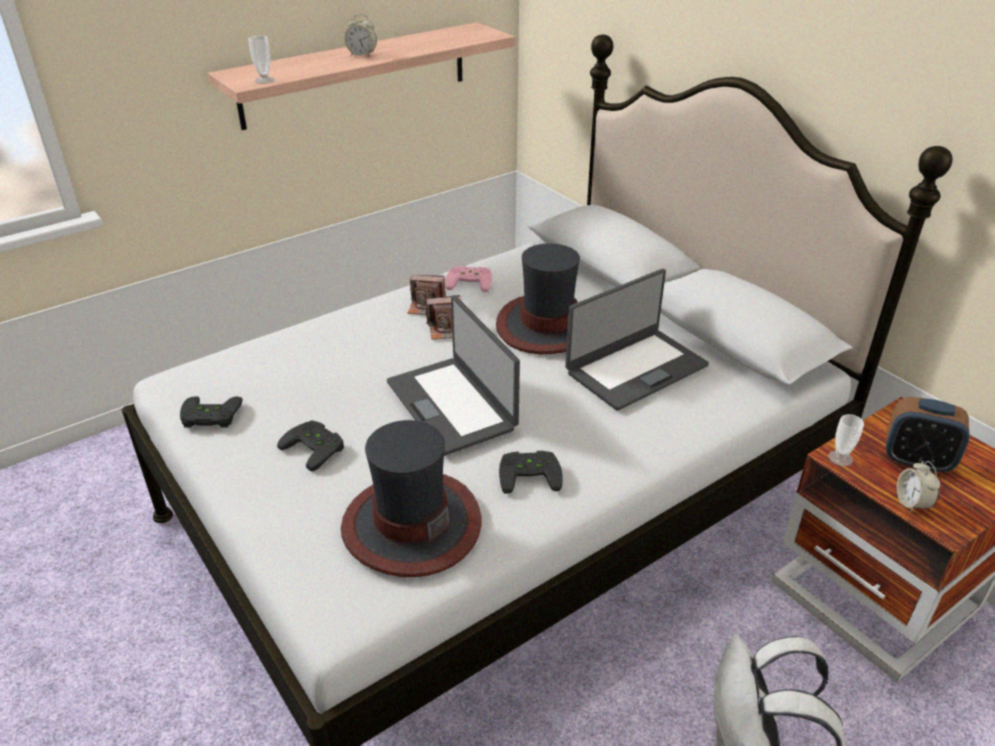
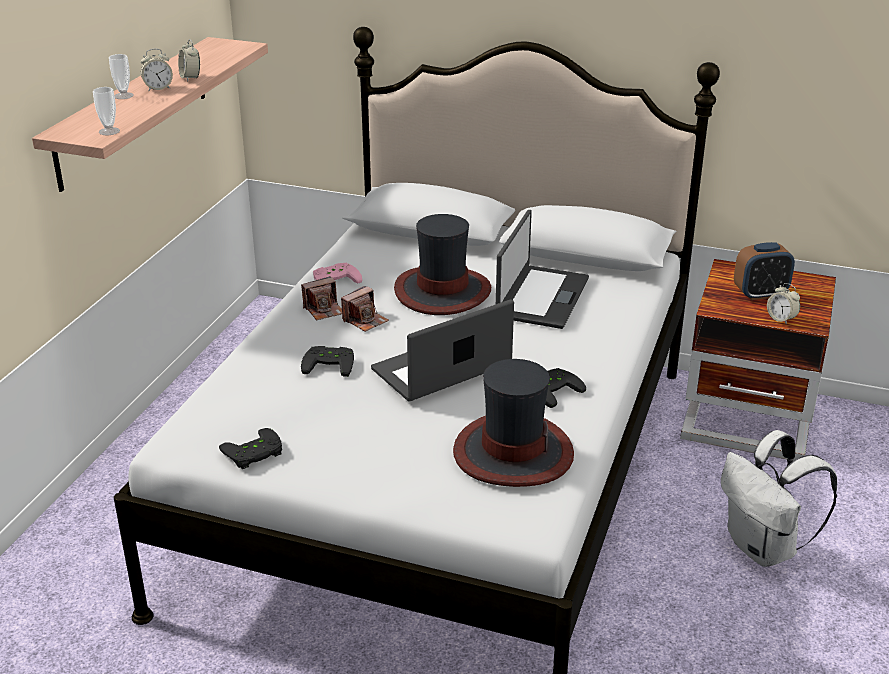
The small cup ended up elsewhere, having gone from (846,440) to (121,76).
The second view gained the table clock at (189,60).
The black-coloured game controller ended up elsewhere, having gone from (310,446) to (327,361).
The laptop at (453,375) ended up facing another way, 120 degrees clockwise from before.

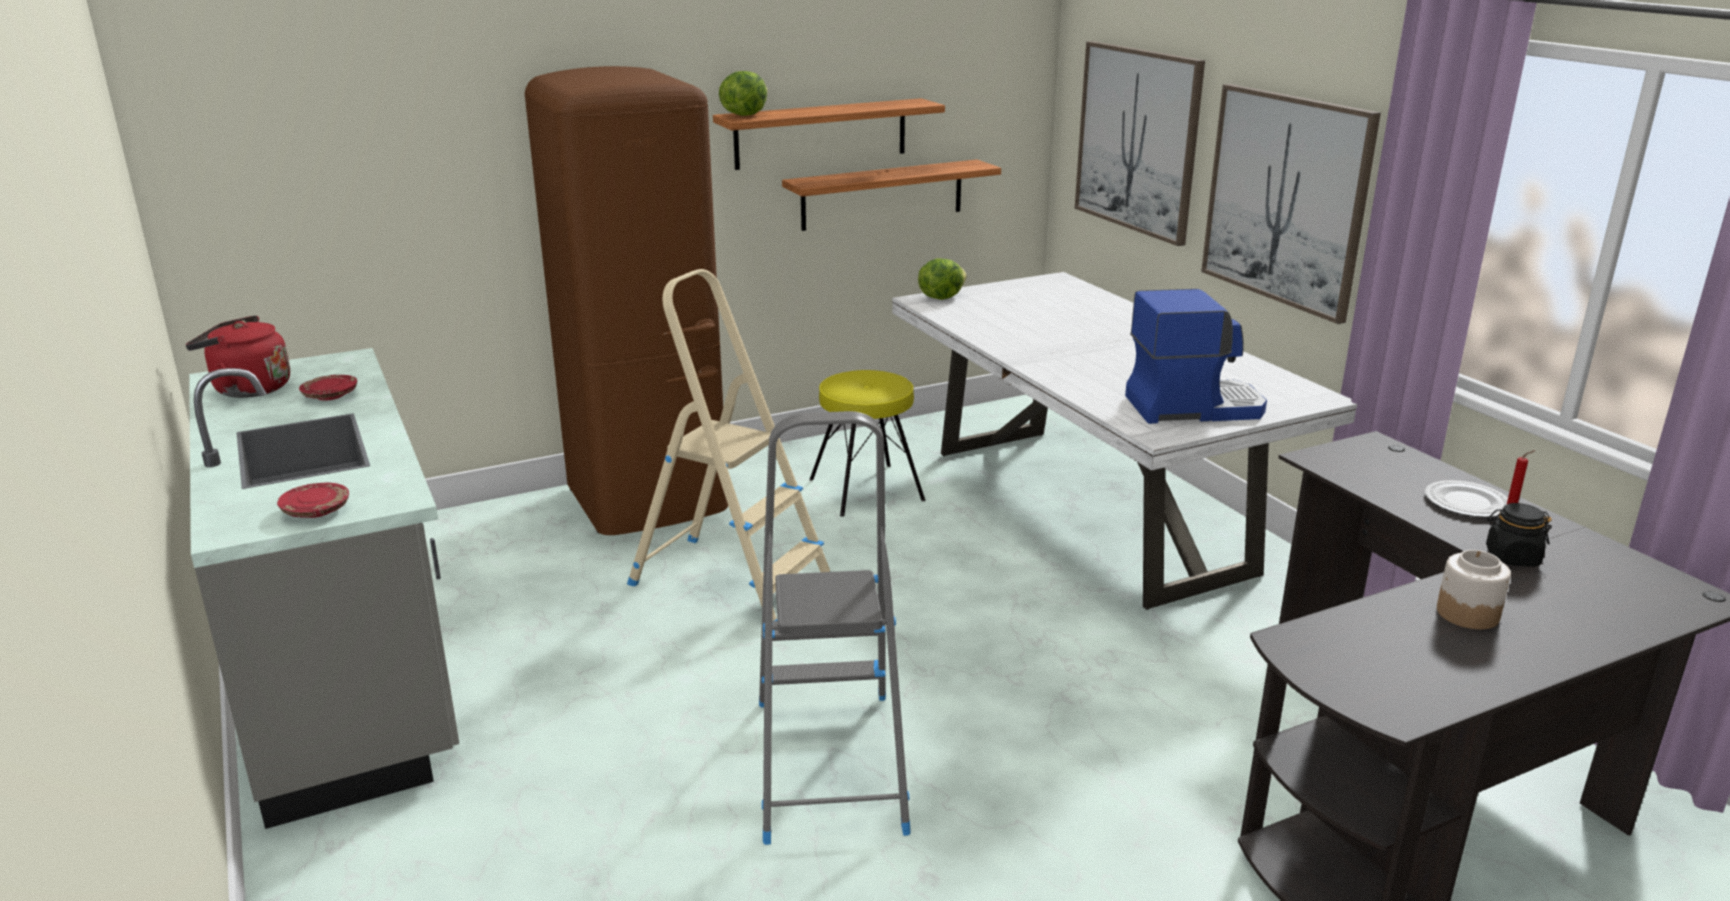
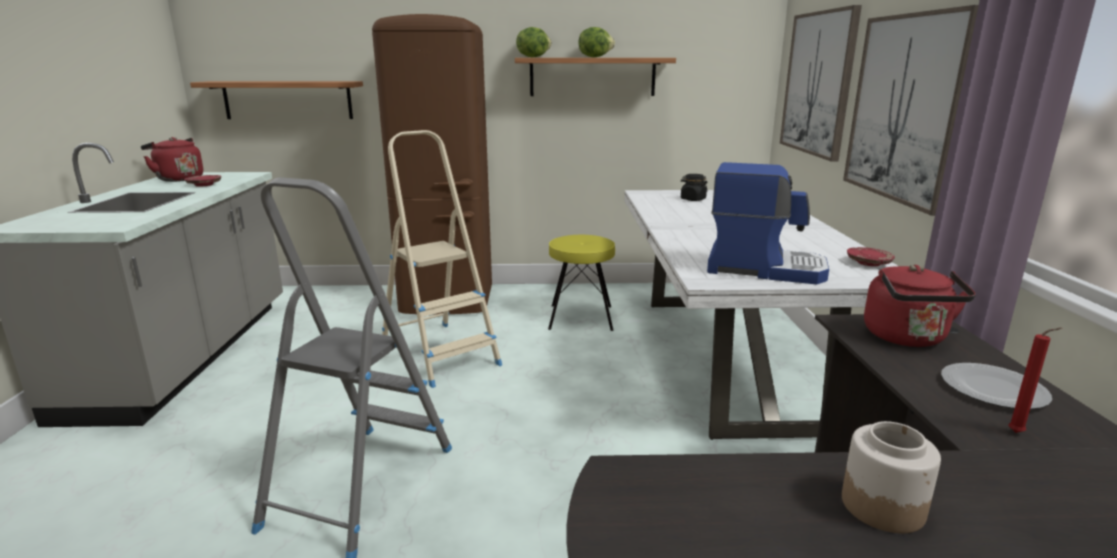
The shelf ended up elsewhere, having gone from (891,195) to (276,100).
The lettuce head ended up elsewhere, having gone from (942,279) to (597,42).
The black-coloured jar ended up elsewhere, having gone from (1519,534) to (694,187).
The red-coloured flat dish ended up elsewhere, having gone from (313,500) to (871,256).
The second view gained the red-coloured kettle at (920,306).

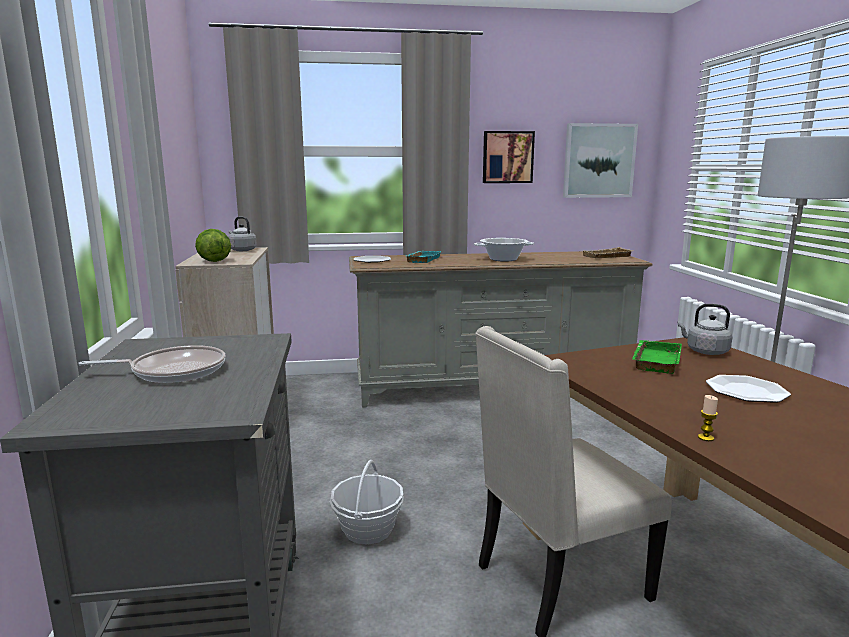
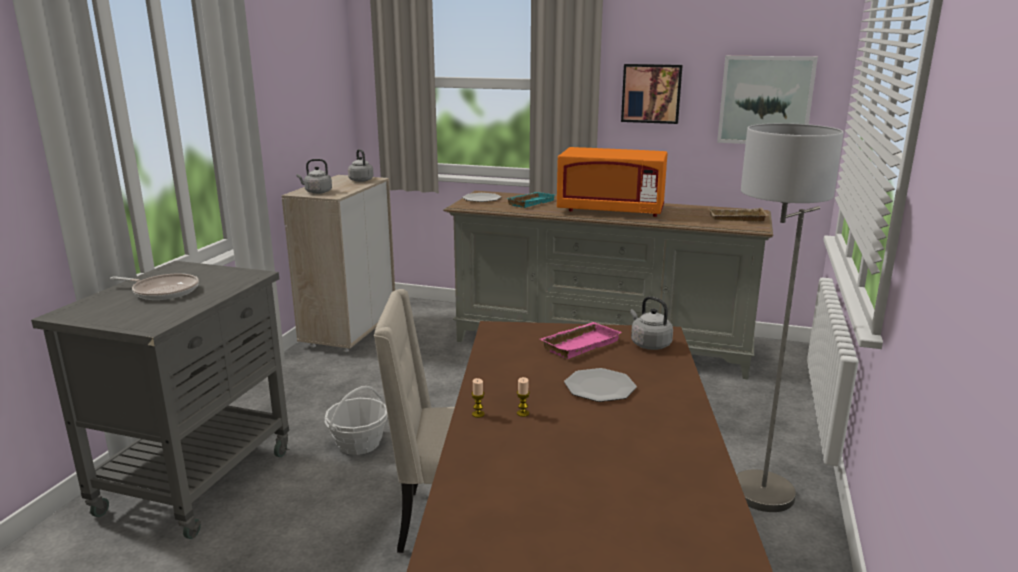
Where the lettuce head stood at (213,245), the gray kettle came to stand at (314,176).
The second view gained the wax candle at (523,397).
What was the green-coloured carrying tray at (657,357) turned into the pinkish carrying tray at (581,340).
Where the saucepot stood at (504,250), the orange microwave oven came to stand at (612,182).

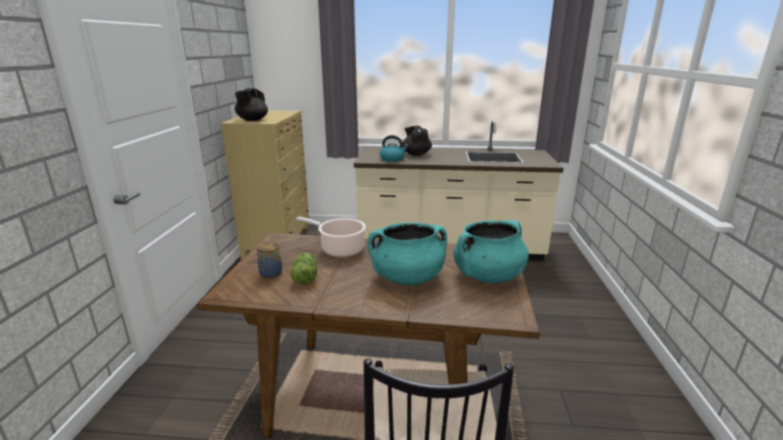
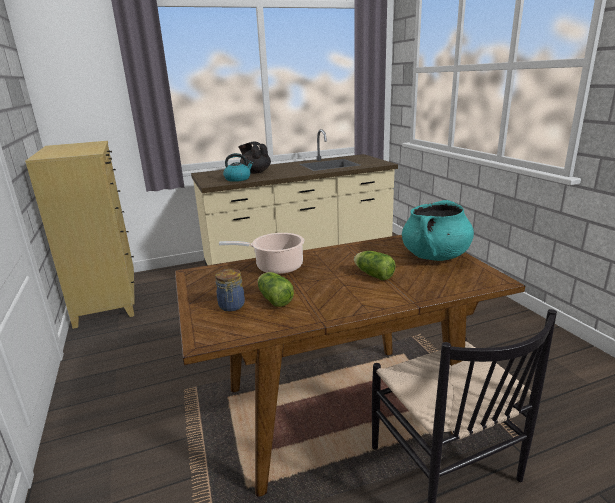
Where the blue-green saucepot stood at (407,254), the lettuce head came to stand at (374,265).
The second view lost the black-coloured teapot at (251,104).

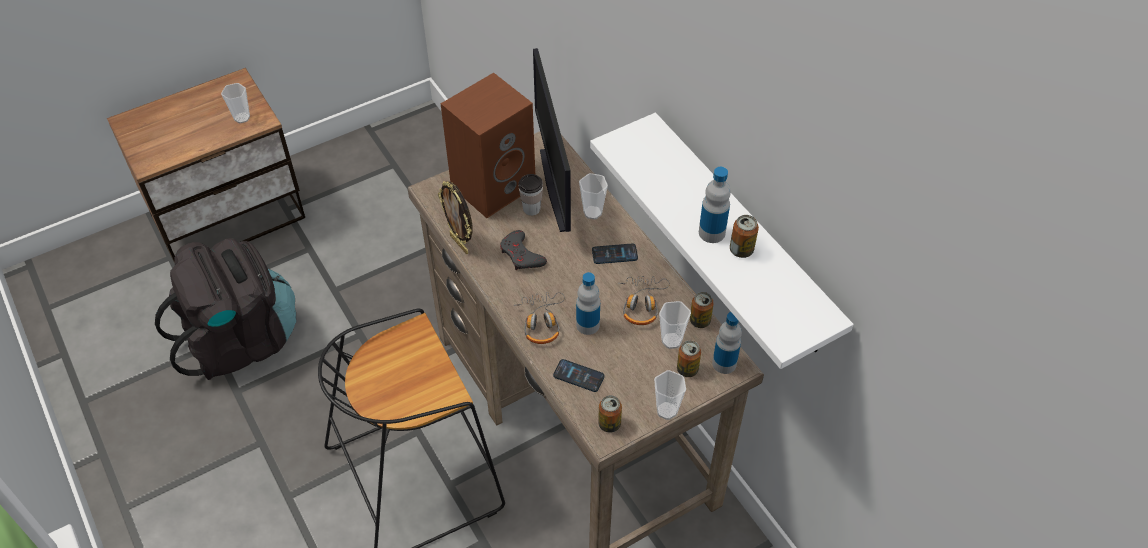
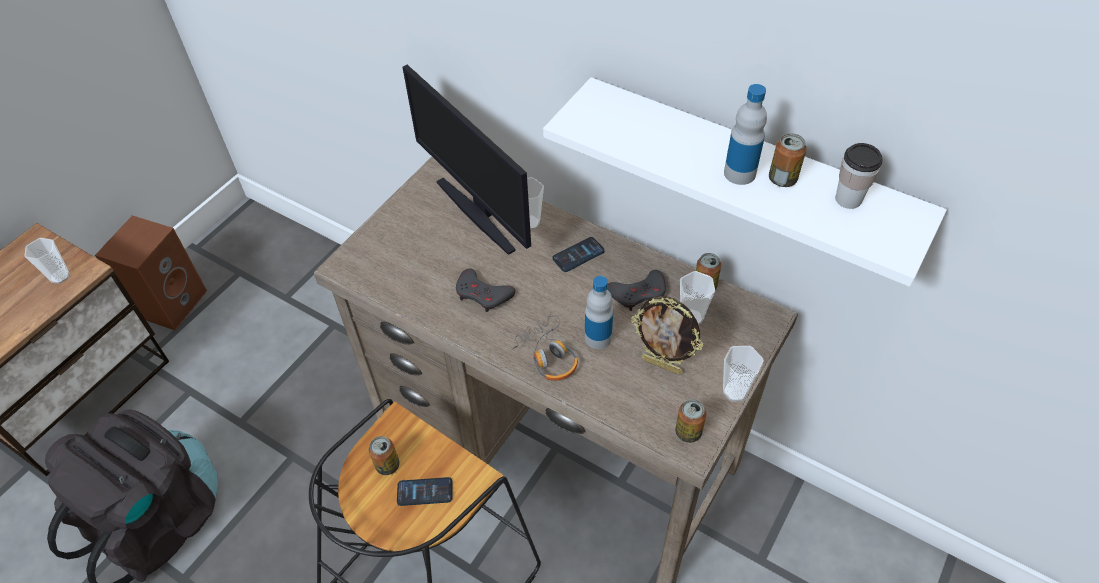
The brown loudspeaker ended up elsewhere, having gone from (488,145) to (151,272).
The sealed can ended up elsewhere, having gone from (689,359) to (384,455).
The handset ended up elsewhere, having gone from (579,375) to (424,491).
Where the pair of headphones stood at (644,300), the gray game controller came to stand at (636,290).
The picture frame ended up elsewhere, having gone from (455,217) to (667,335).
The small cup ended up elsewhere, having gone from (530,195) to (859,176).
The second view lost the bottle at (727,343).

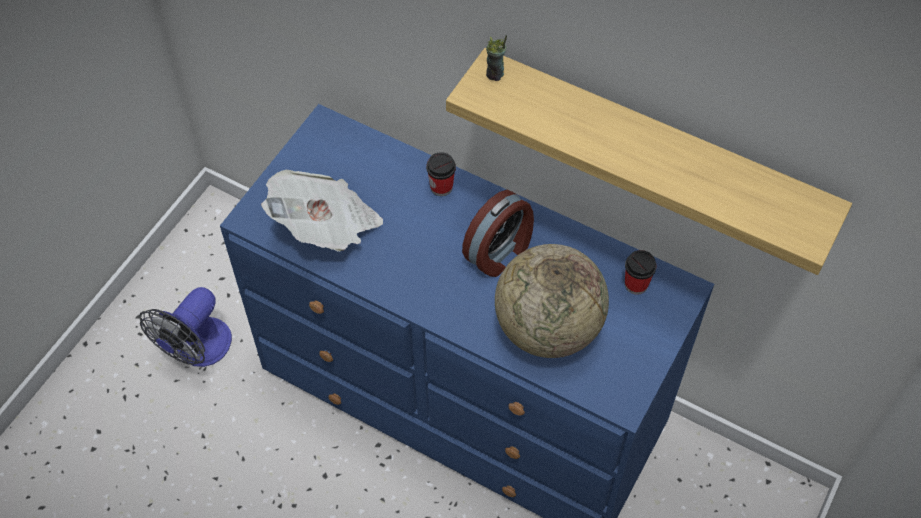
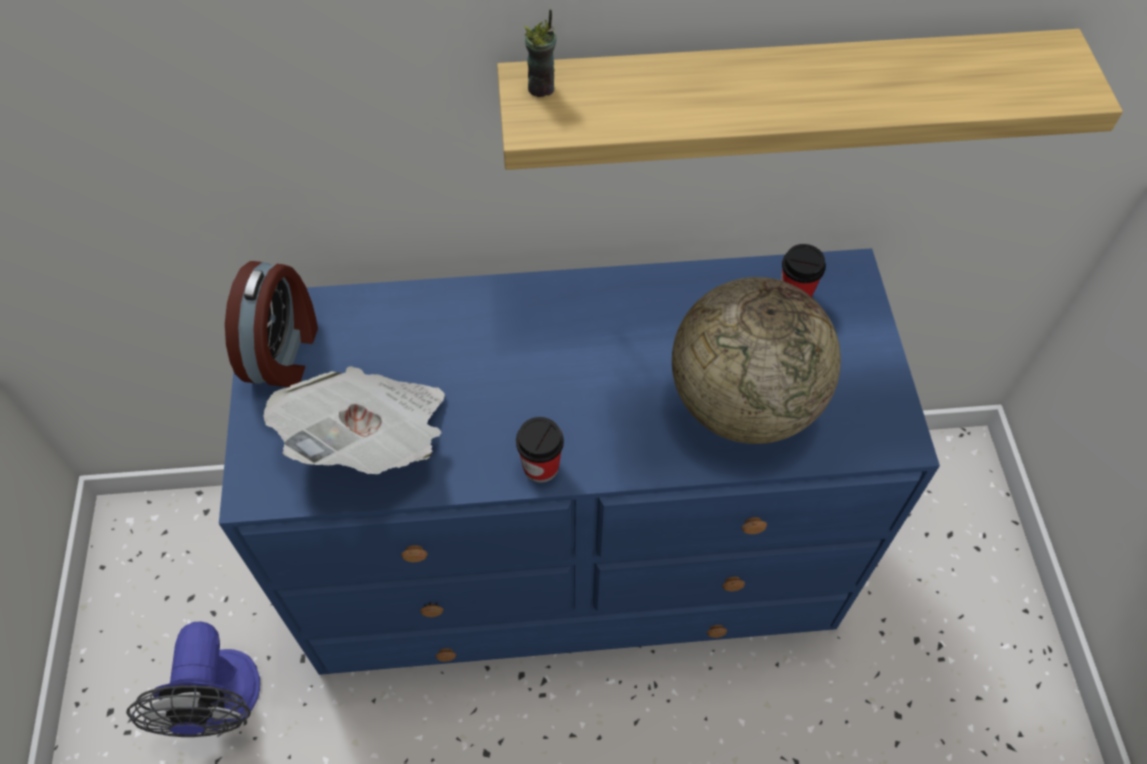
The table clock ended up elsewhere, having gone from (498,233) to (271,324).
The small cup ended up elsewhere, having gone from (441,174) to (540,450).

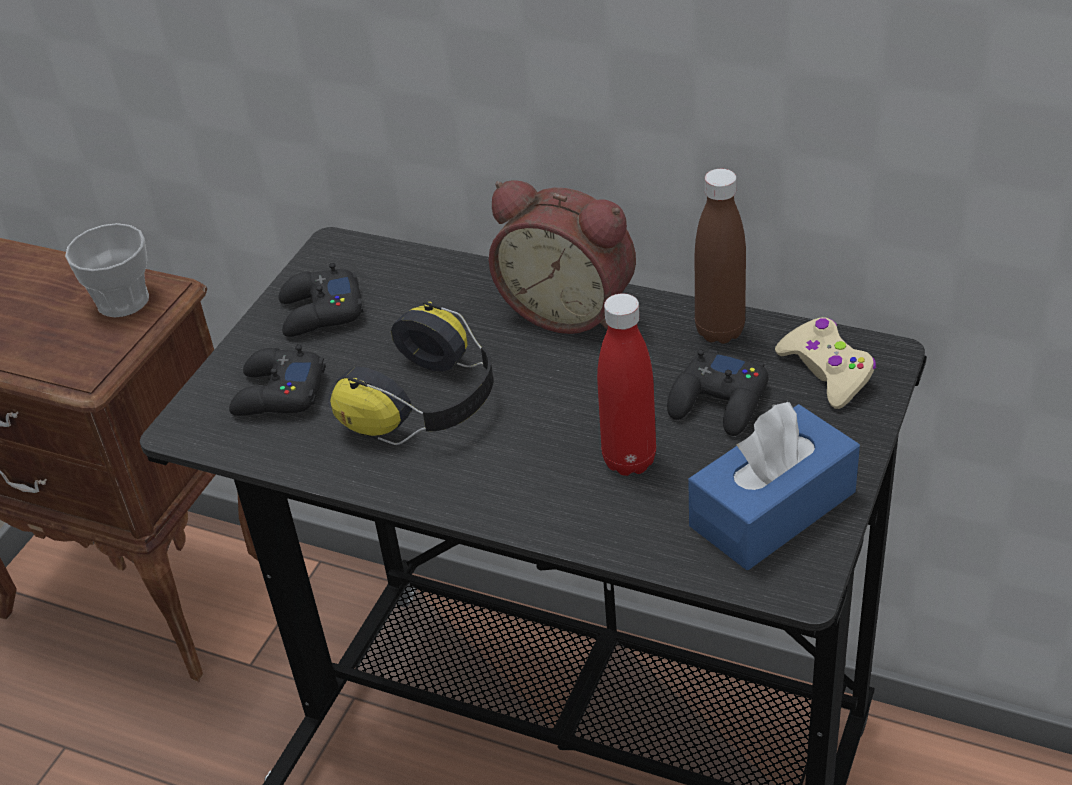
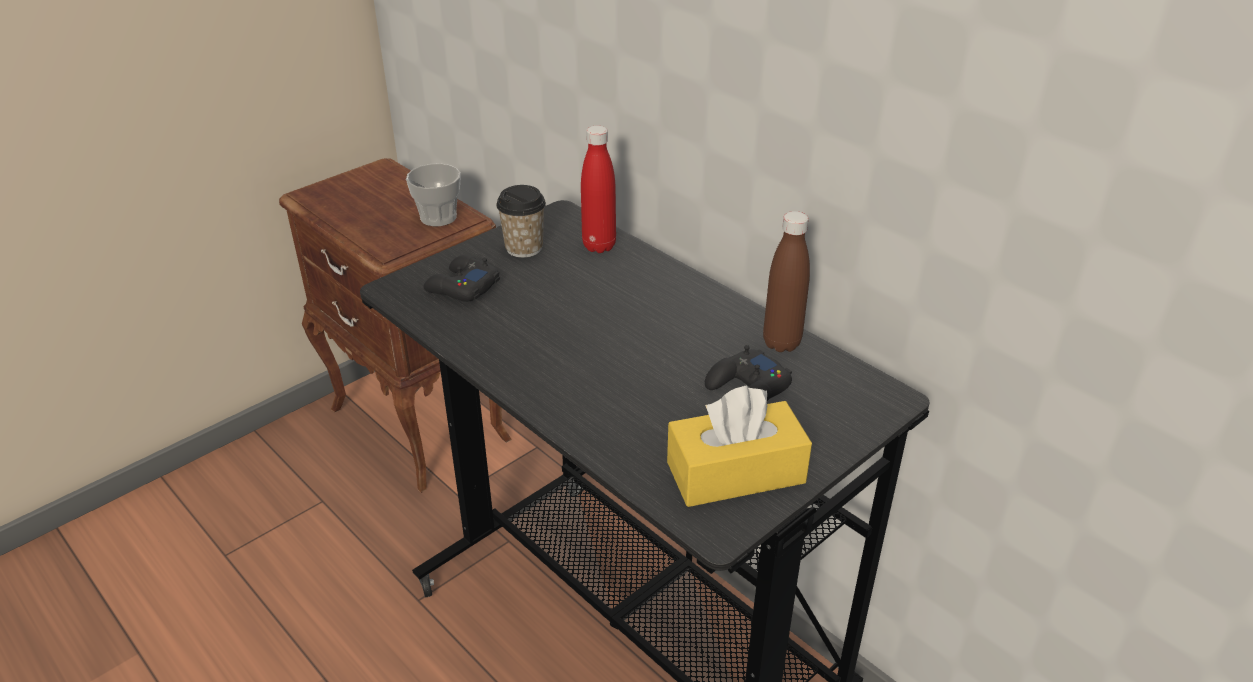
Where the black-coloured game controller stood at (320,300), the small cup came to stand at (521,221).
The red-coloured bottle ended up elsewhere, having gone from (626,384) to (598,189).
What was the blue box of tissues at (774,486) turned into the yellow-coloured box of tissues at (739,446).
The second view lost the pair of headphones at (411,373).
The second view lost the table clock at (562,257).
The second view lost the beige-coloured game controller at (825,363).

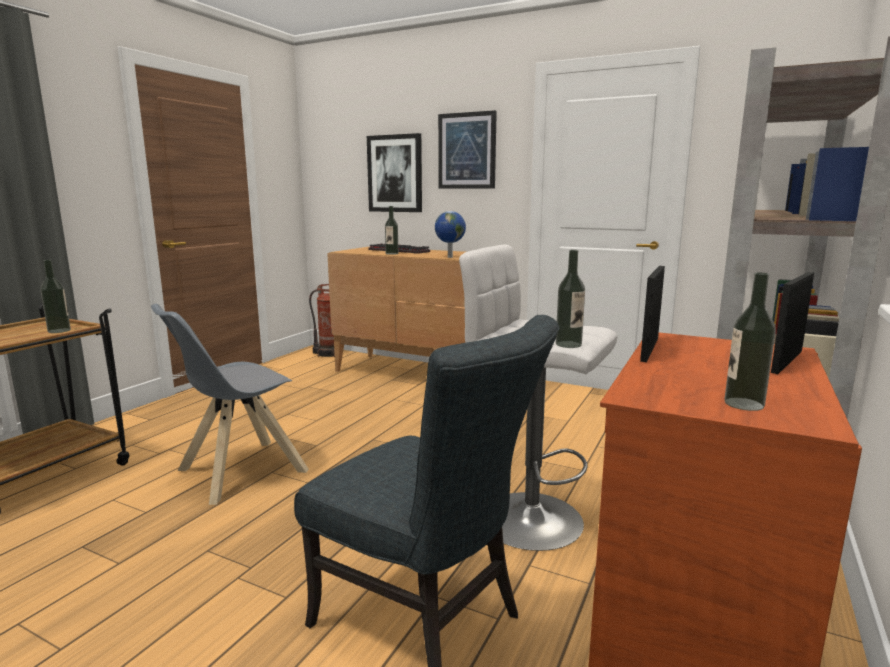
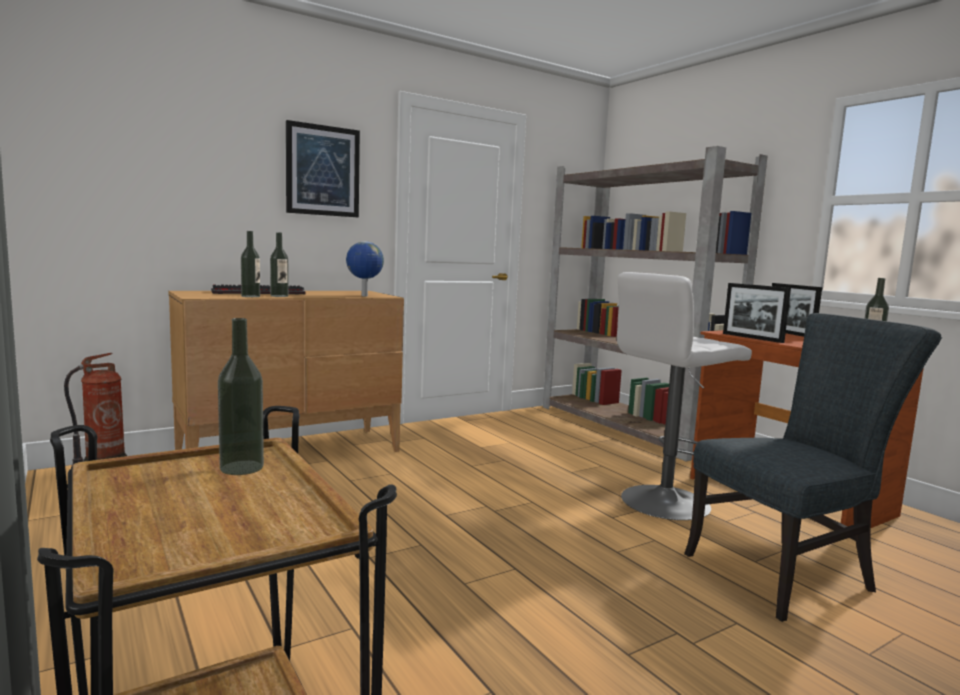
The bottle ended up elsewhere, having gone from (570,299) to (250,264).
The second view lost the gray chair at (230,404).
The second view lost the wall art at (394,172).

